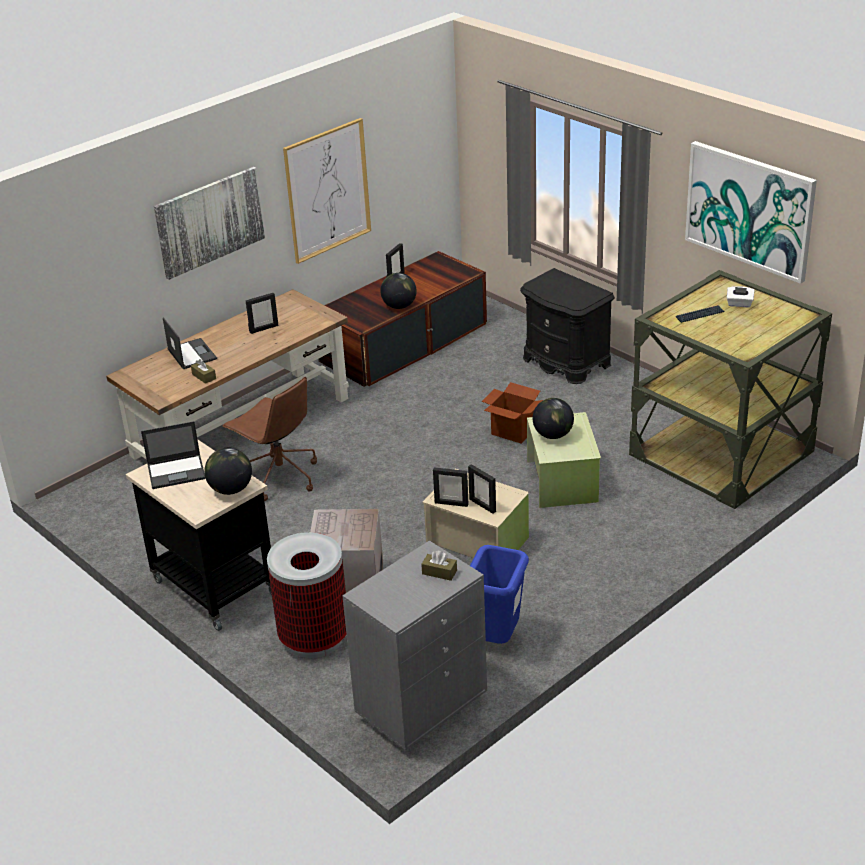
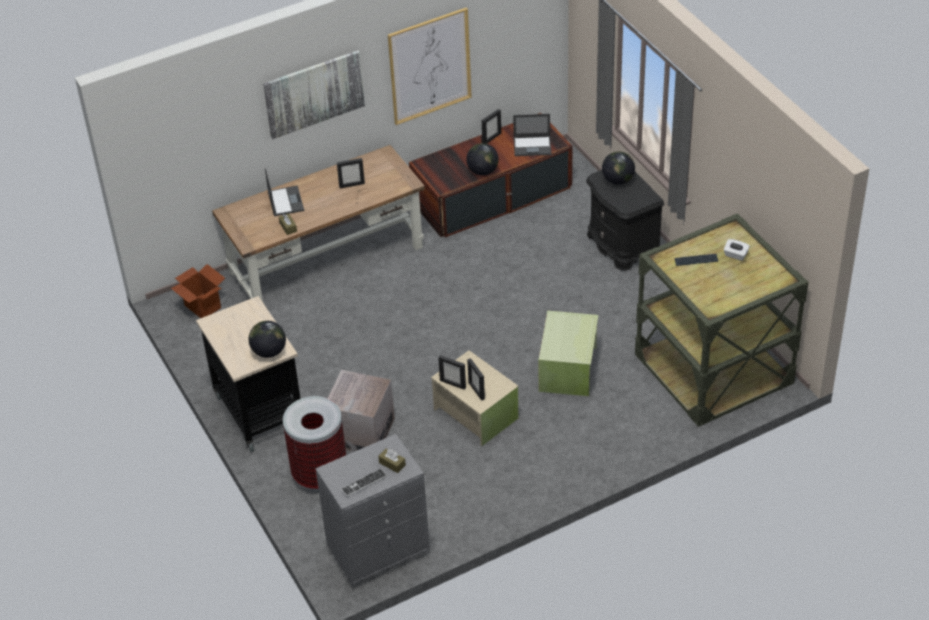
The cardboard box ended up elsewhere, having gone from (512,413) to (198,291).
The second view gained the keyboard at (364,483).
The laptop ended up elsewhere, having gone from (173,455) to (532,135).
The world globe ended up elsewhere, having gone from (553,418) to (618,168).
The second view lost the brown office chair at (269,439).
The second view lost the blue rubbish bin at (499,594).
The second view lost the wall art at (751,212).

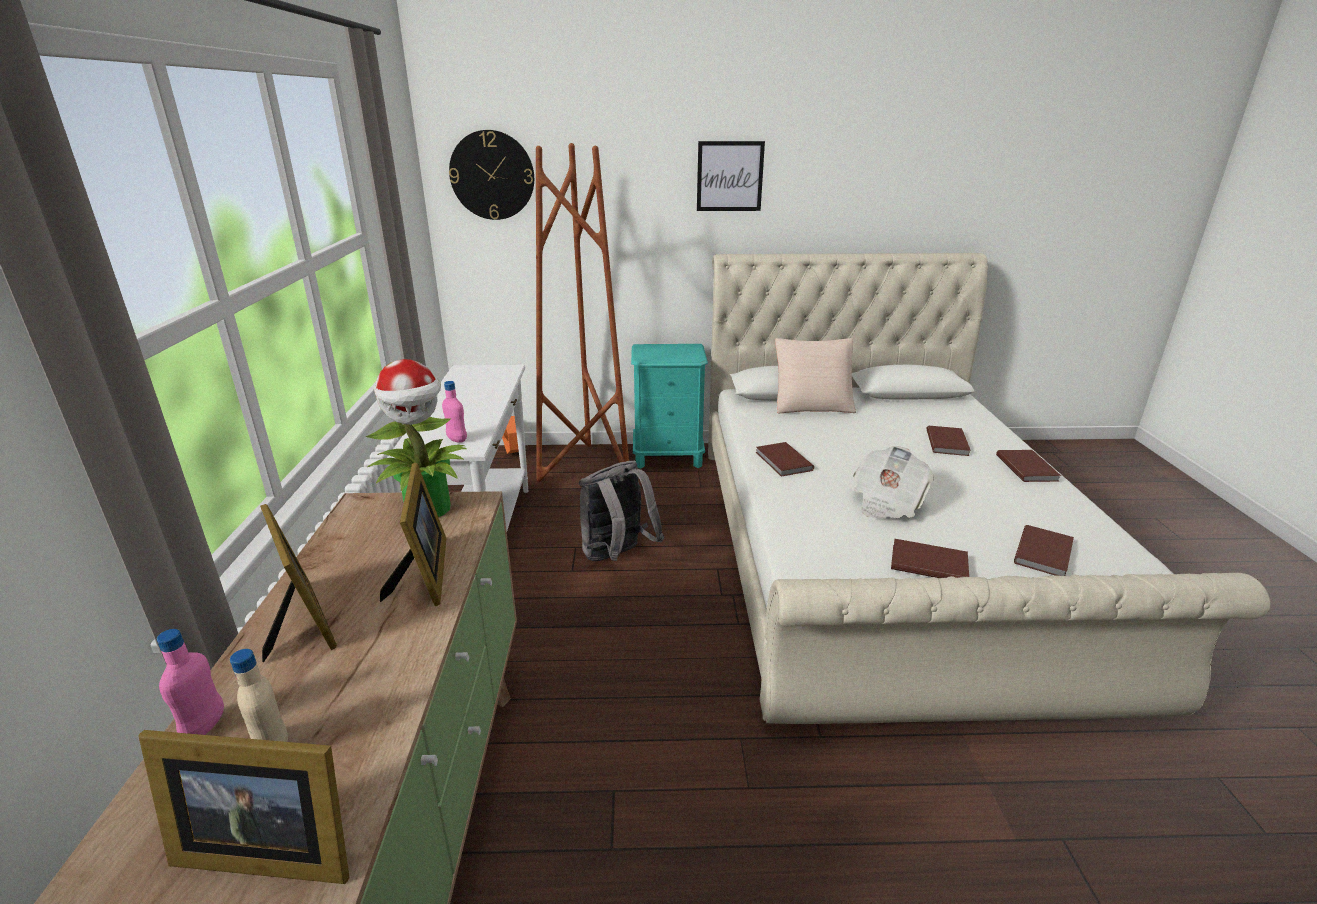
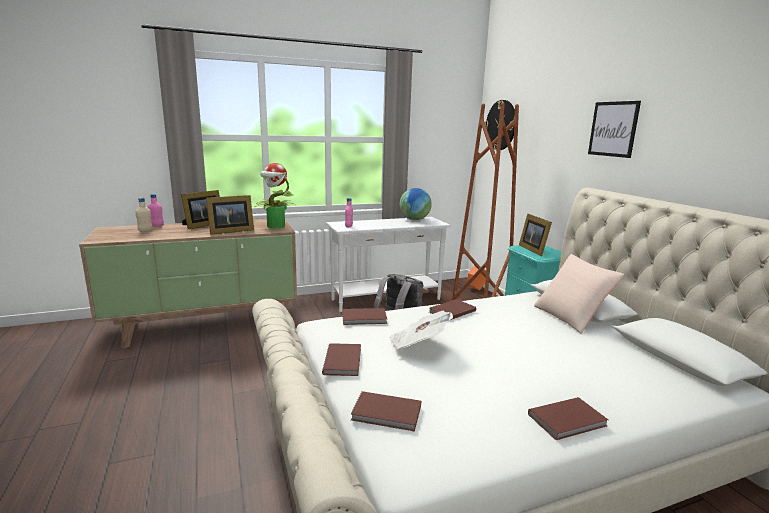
The brown book ended up elsewhere, having gone from (949,441) to (364,316).
The second view gained the world globe at (415,204).
The picture frame ended up elsewhere, having gone from (243,807) to (535,235).

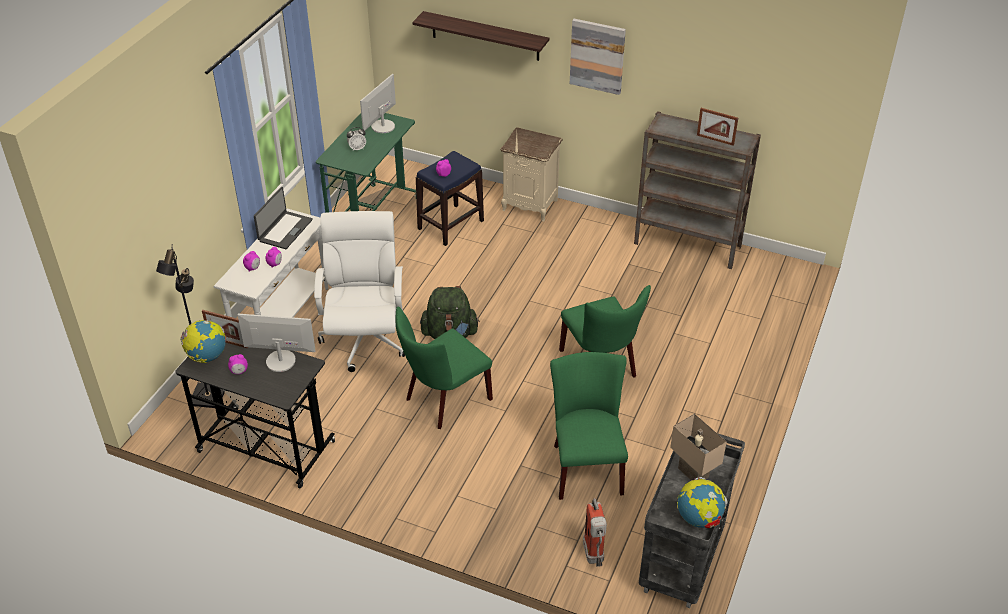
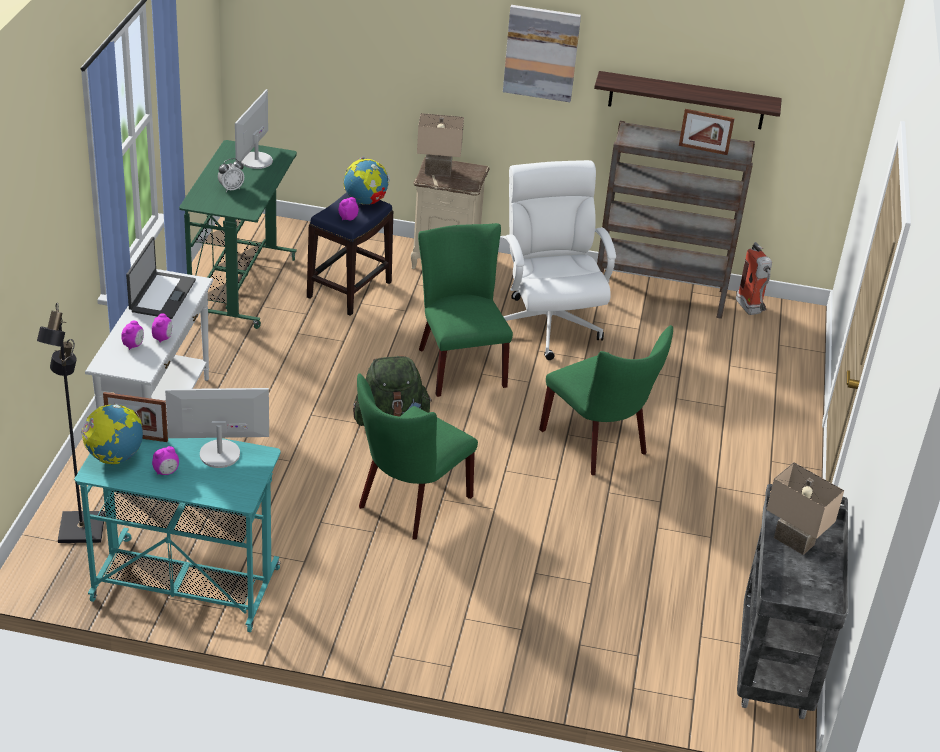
What was the black-coloured desk table at (255,416) turned into the blue-green desk table at (177,530).
The world globe ended up elsewhere, having gone from (702,502) to (367,180).
The second view gained the beige-coloured tabletop lamp at (440,144).
The green-coloured chair ended up elsewhere, having gone from (589,426) to (465,310).
The white office chair ended up elsewhere, having gone from (359,291) to (559,260).
The shelf ended up elsewhere, having gone from (480,36) to (688,100).
The extinguisher ended up elsewhere, having gone from (595,532) to (754,278).

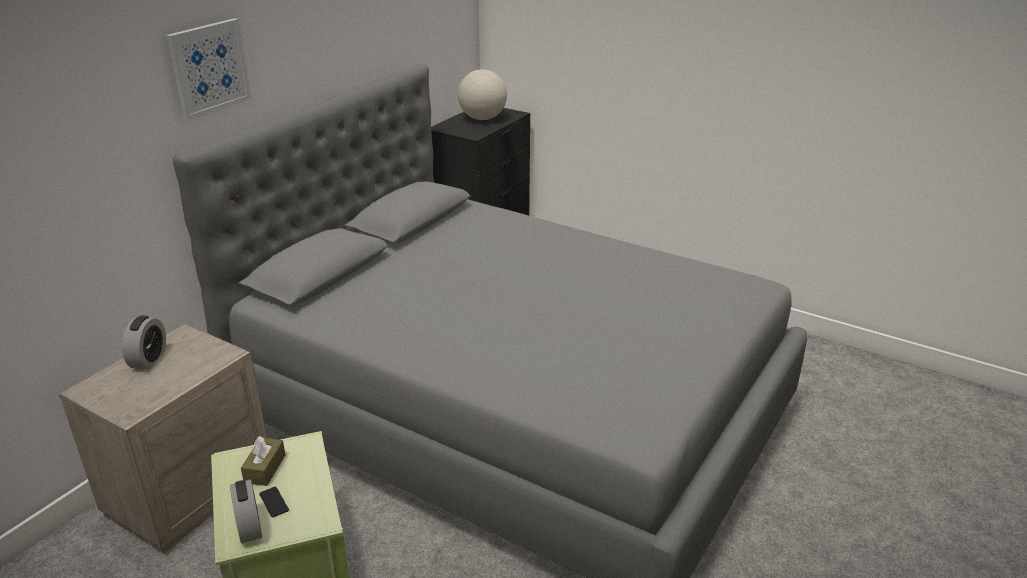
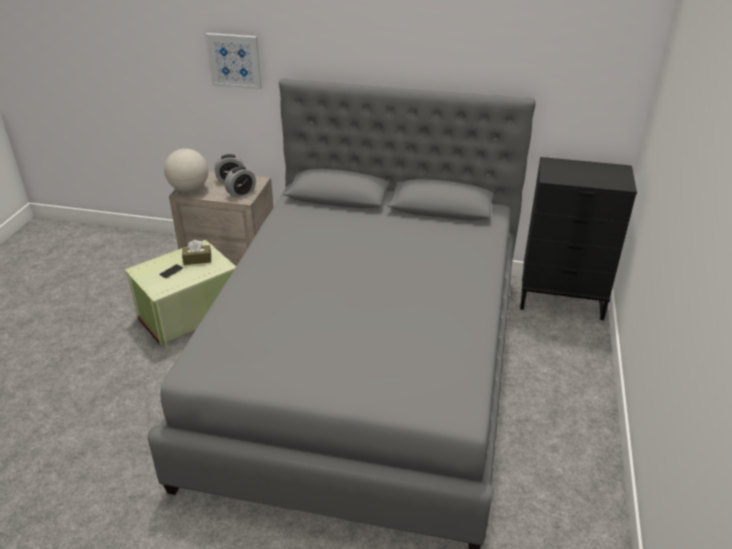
The world globe ended up elsewhere, having gone from (482,94) to (186,170).
The wall art ended up elsewhere, having gone from (208,69) to (234,61).
The table clock ended up elsewhere, having gone from (246,511) to (240,182).

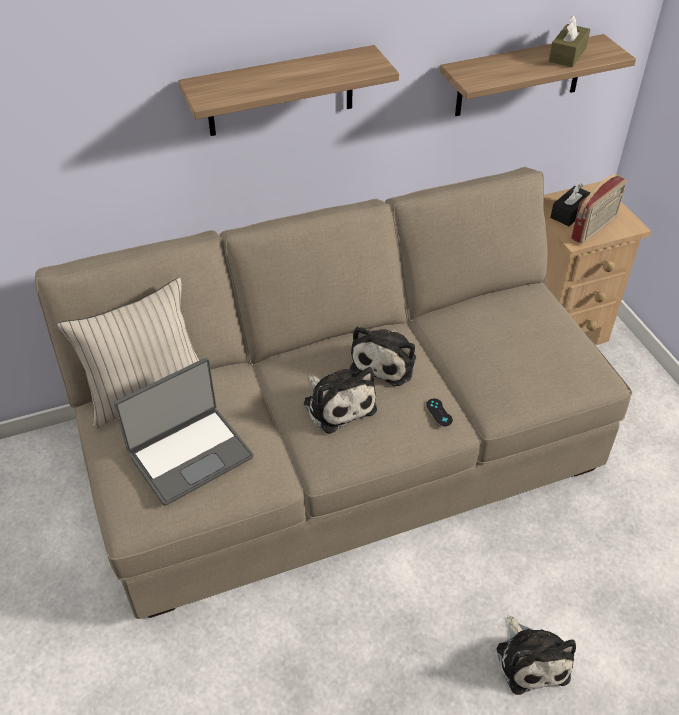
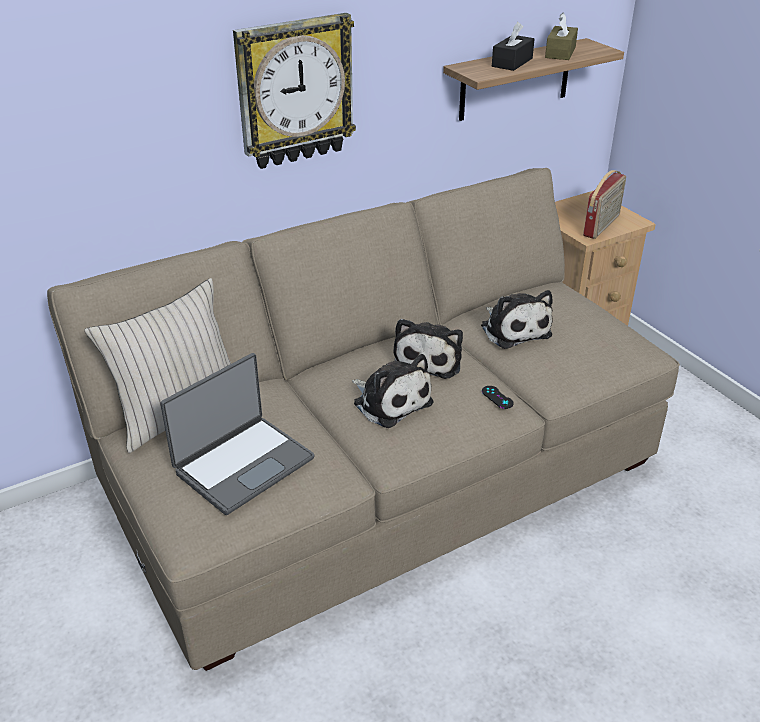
Where the shelf hung at (288,90), the clock on the wall came to hang at (294,91).
The cuddly toy ended up elsewhere, having gone from (536,655) to (517,319).
The black-coloured box of tissues ended up elsewhere, having gone from (570,204) to (513,46).

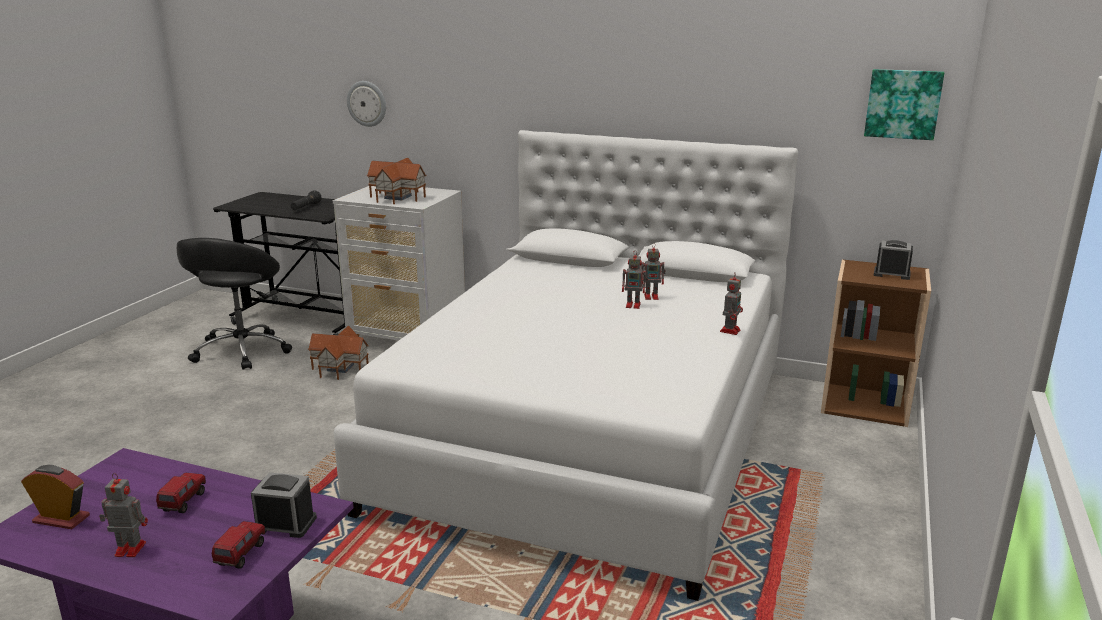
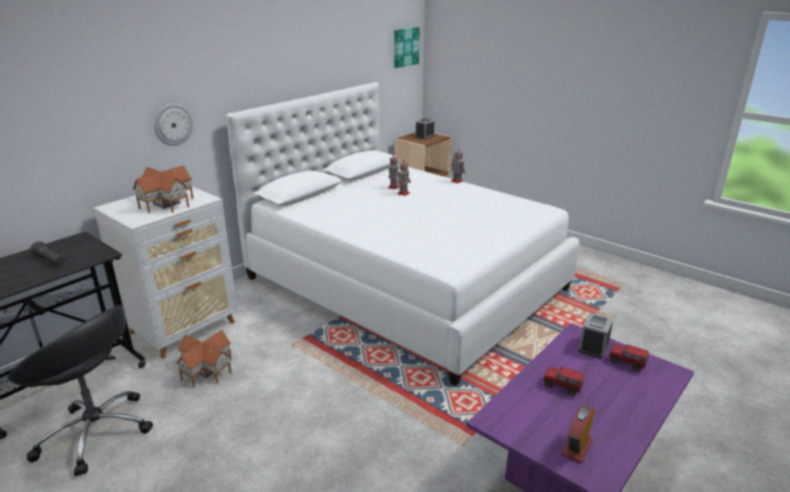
The clock on the wall ended up elsewhere, having gone from (366,104) to (173,124).
The second view lost the robot figure at (123,515).

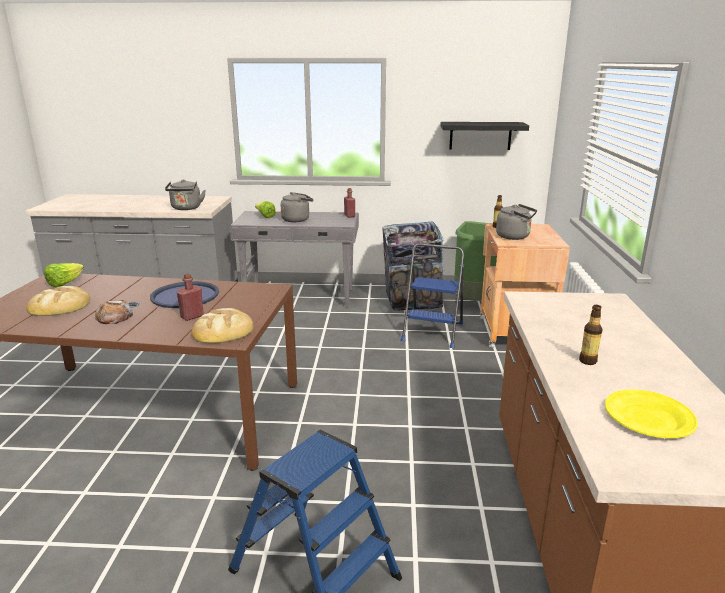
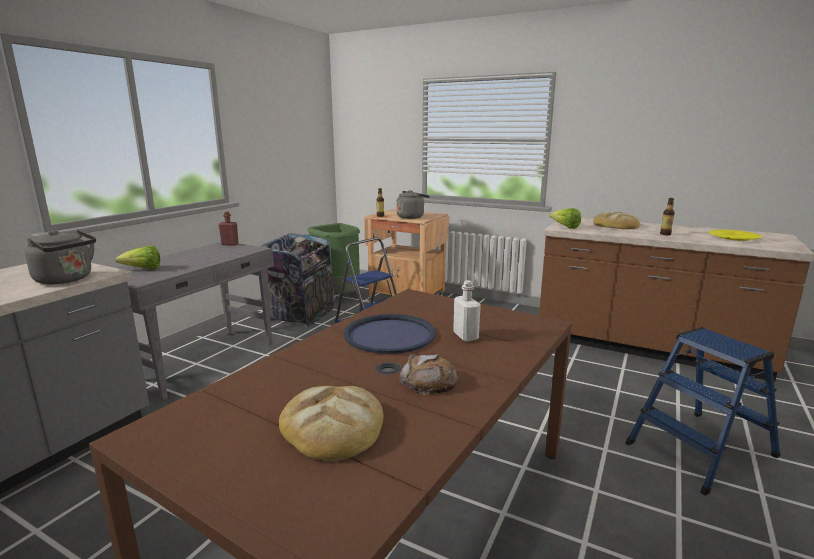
What was the red-coloured bottle at (190,297) turned into the white bottle at (467,311).
The lettuce head ended up elsewhere, having gone from (64,275) to (565,218).
The bakery bread ended up elsewhere, having gone from (222,325) to (616,220).
The second view lost the gray kettle at (297,207).
The second view lost the black-coloured shelf at (484,136).

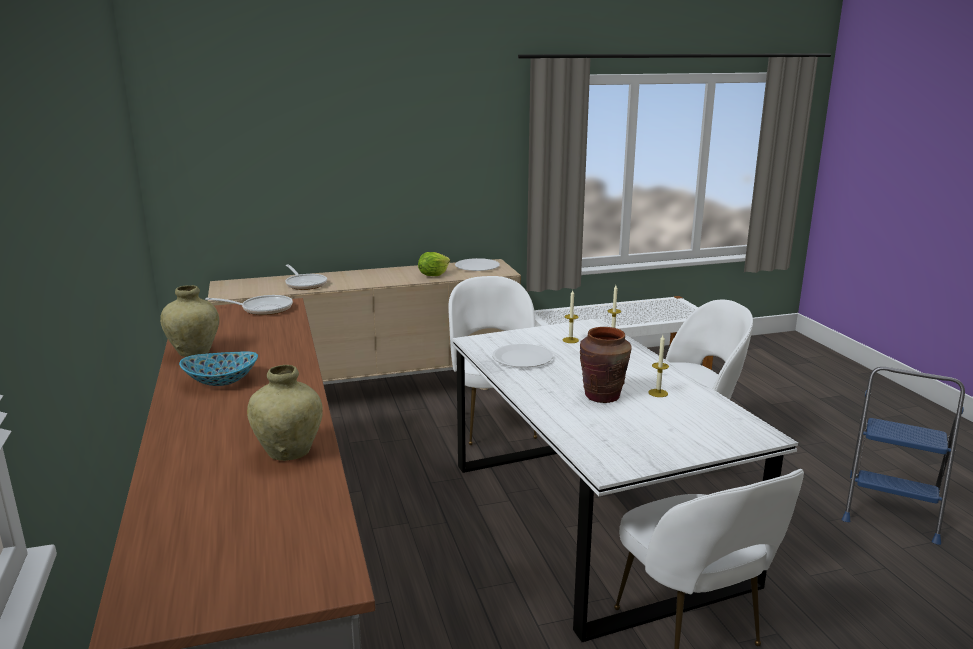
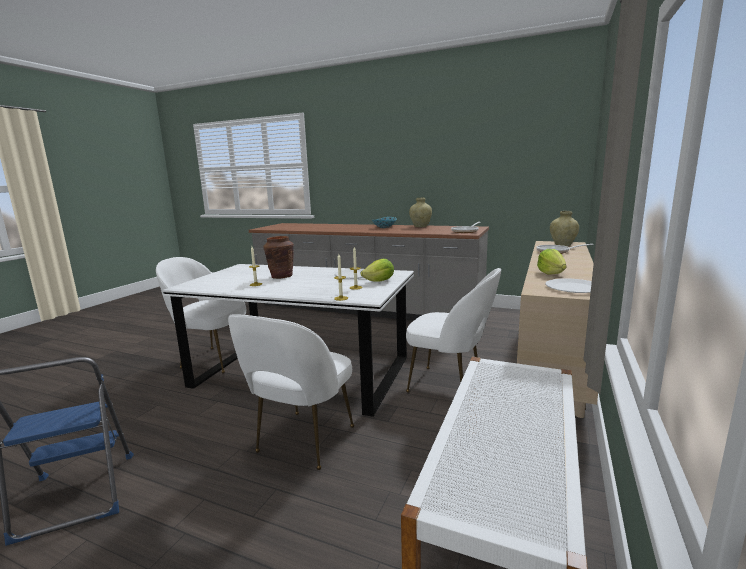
The second view gained the lettuce head at (377,270).
The beige-coloured decorative vase ended up elsewhere, having gone from (285,413) to (564,228).

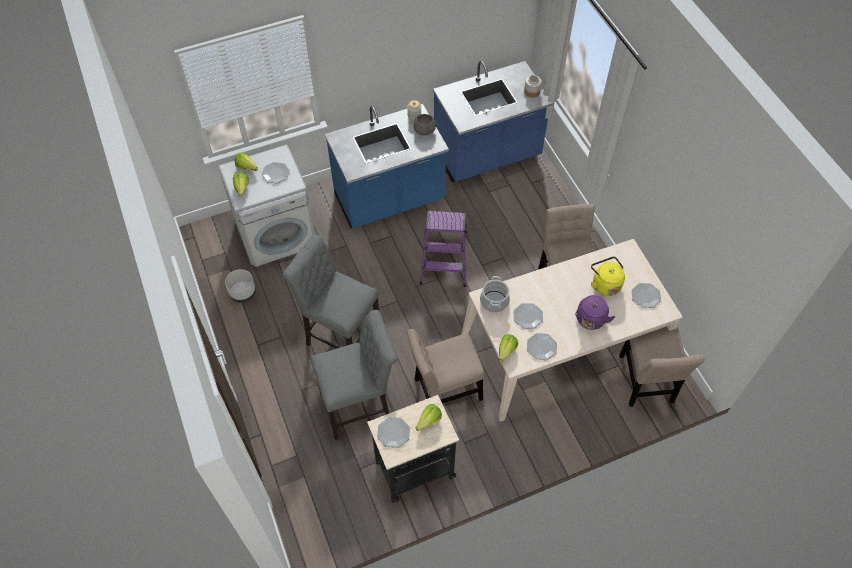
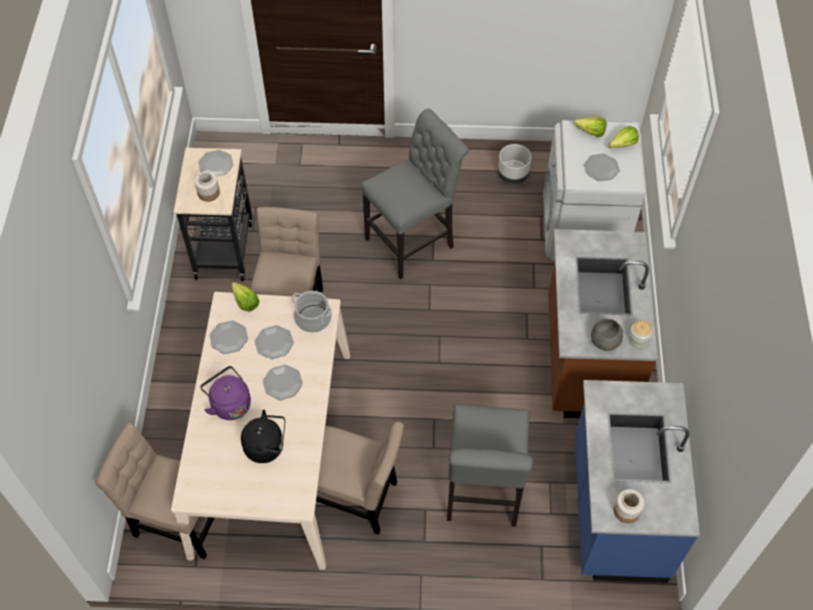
Where the lettuce head stood at (429,417), the jar came to stand at (207,187).
What was the yellow-coloured kettle at (608,276) turned into the black-coloured kettle at (263,436).
The flat dish ended up elsewhere, having gone from (646,295) to (283,382).
The gray stool ended up elsewhere, having gone from (354,375) to (490,465).
What was the blue counter at (387,166) turned into the brown counter at (603,323).
The second view lost the purple-coloured step stool at (444,249).

